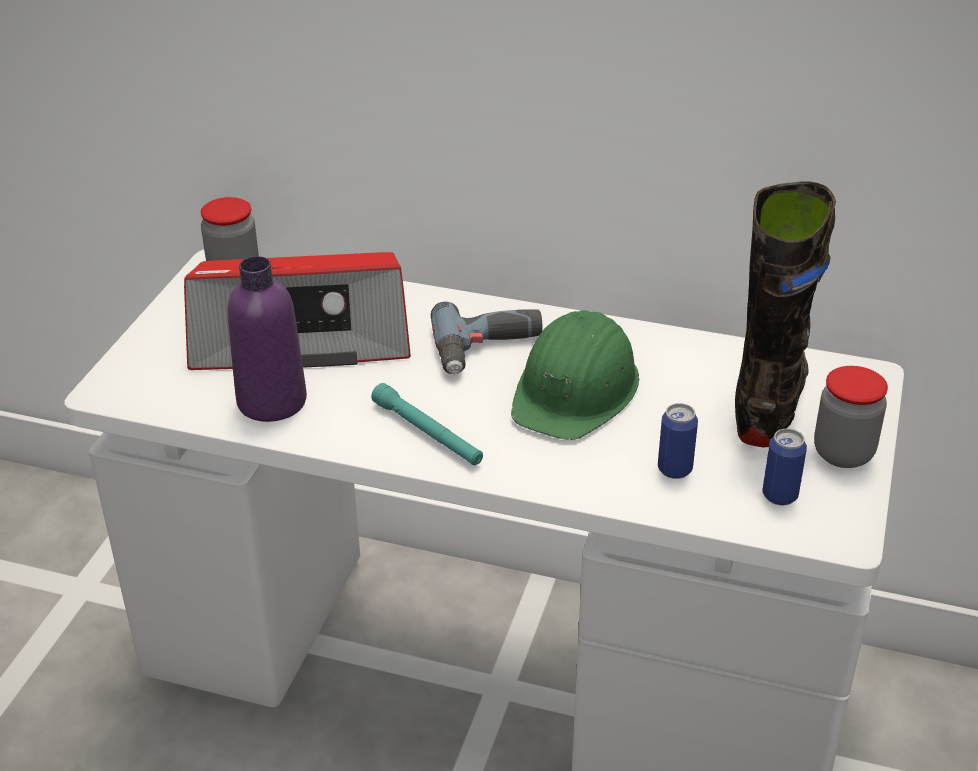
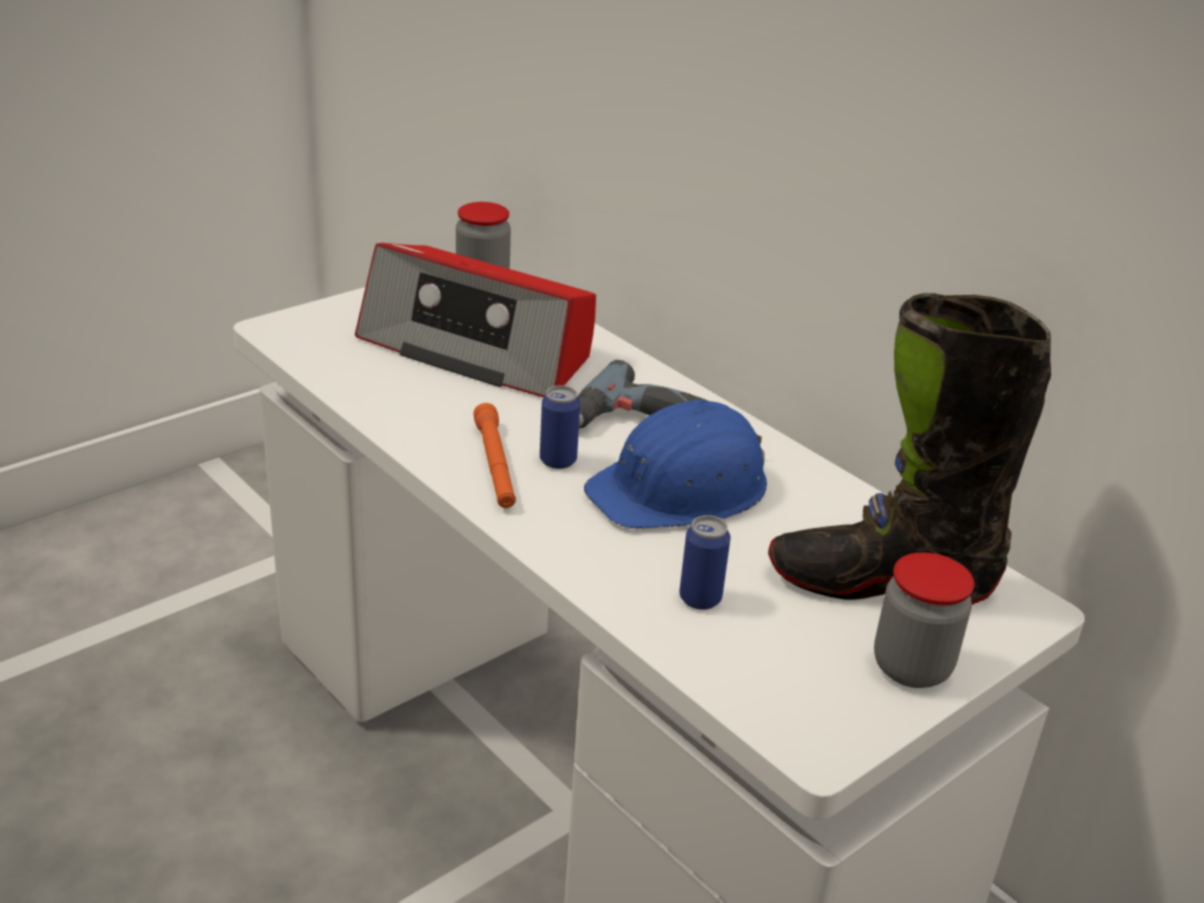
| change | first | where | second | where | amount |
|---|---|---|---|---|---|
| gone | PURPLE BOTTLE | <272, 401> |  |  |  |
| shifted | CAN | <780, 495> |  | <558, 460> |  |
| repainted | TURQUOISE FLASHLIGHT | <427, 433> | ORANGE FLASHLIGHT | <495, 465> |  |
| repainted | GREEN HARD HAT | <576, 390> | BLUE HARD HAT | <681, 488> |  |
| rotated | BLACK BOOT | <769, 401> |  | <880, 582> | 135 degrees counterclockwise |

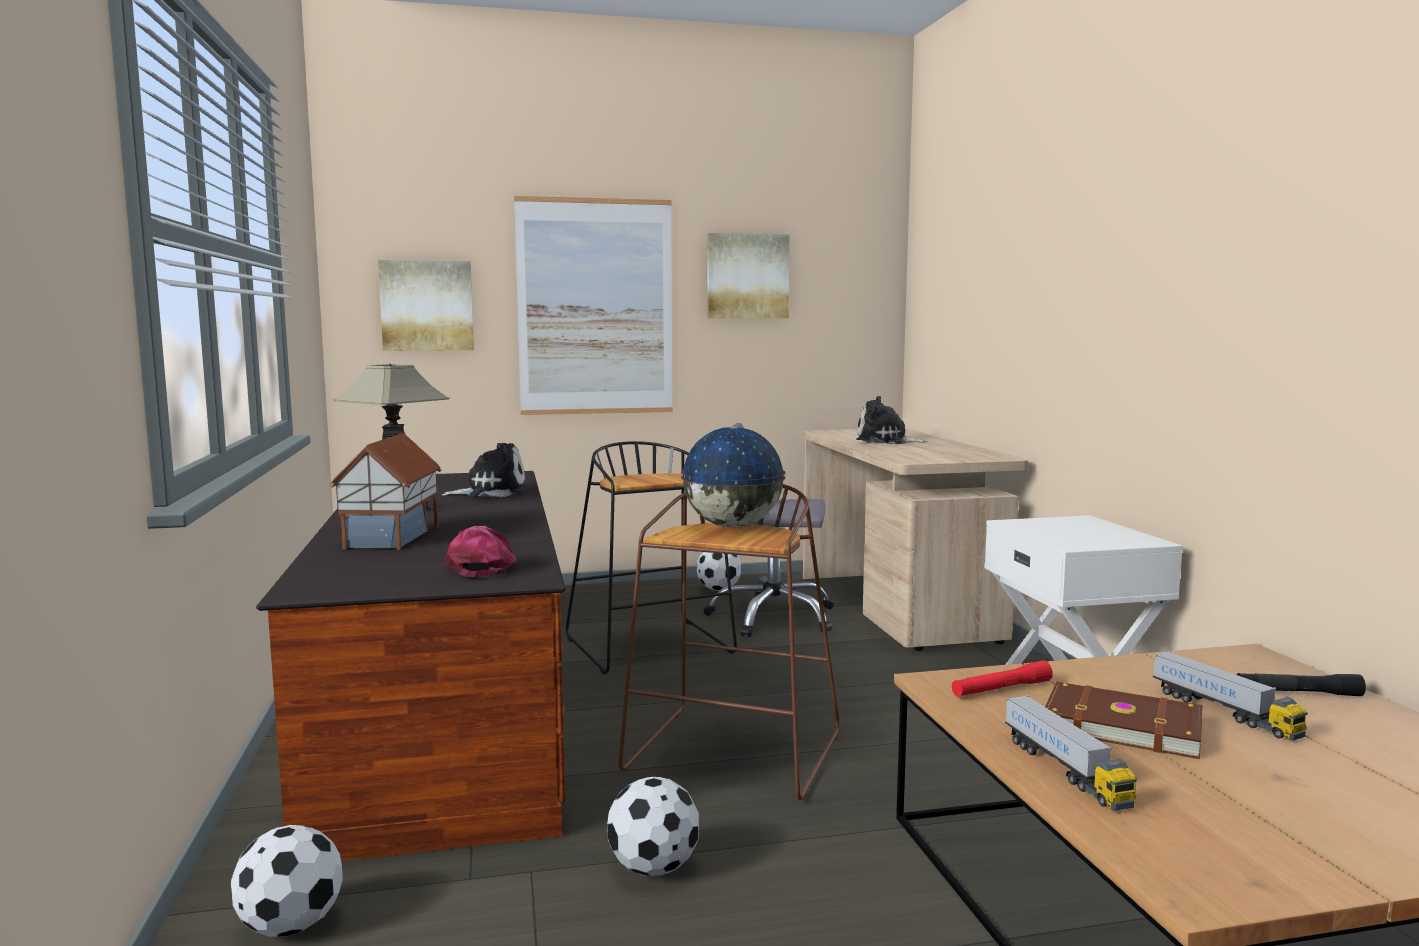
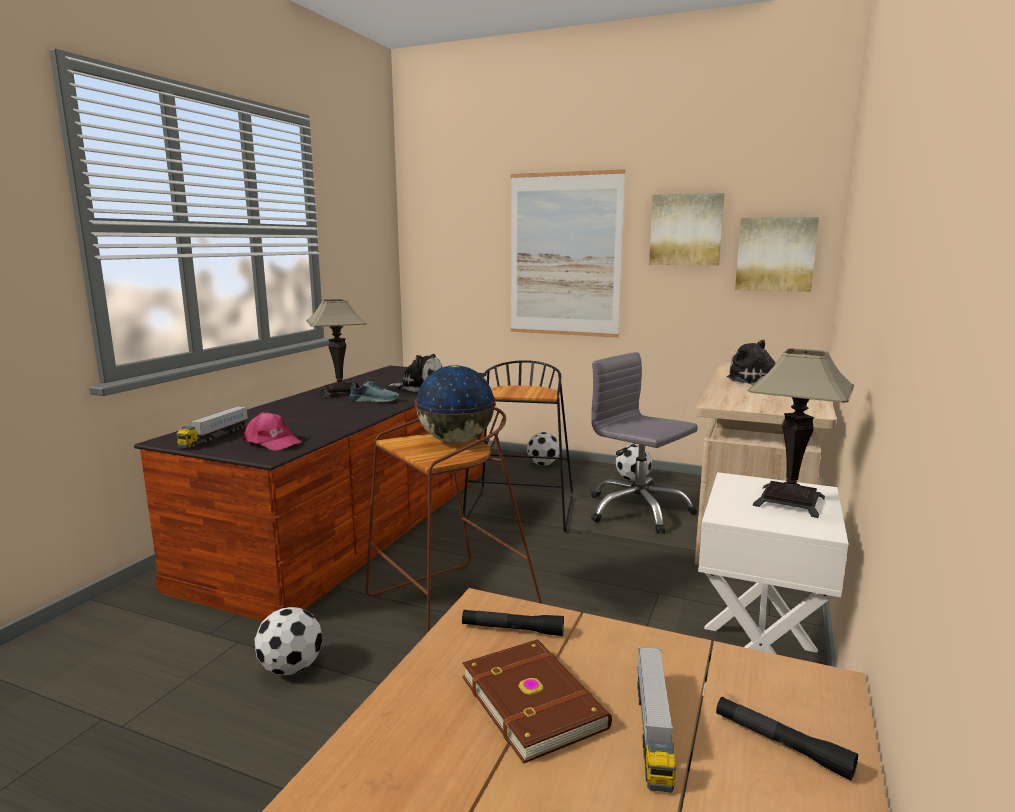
| change | first | where | second | where | amount |
|---|---|---|---|---|---|
| gone | TOY HOUSE | <394, 537> |  |  |  |
| new |  |  | SHOE | <374, 400> |  |
| new |  |  | TABLE LAMP | <788, 501> |  |
| shifted | FOOTBALL | <290, 927> |  | <543, 464> |  |
| shifted | PICTURE | <427, 305> |  | <775, 254> |  |
| shifted | TOY TRUCK | <1064, 770> |  | <215, 437> |  |
| repainted | RED FLASHLIGHT | <1001, 689> | BLACK FLASHLIGHT | <512, 629> |  |
| rotated | PINK CAP | <483, 566> |  | <272, 442> | 90 degrees clockwise |

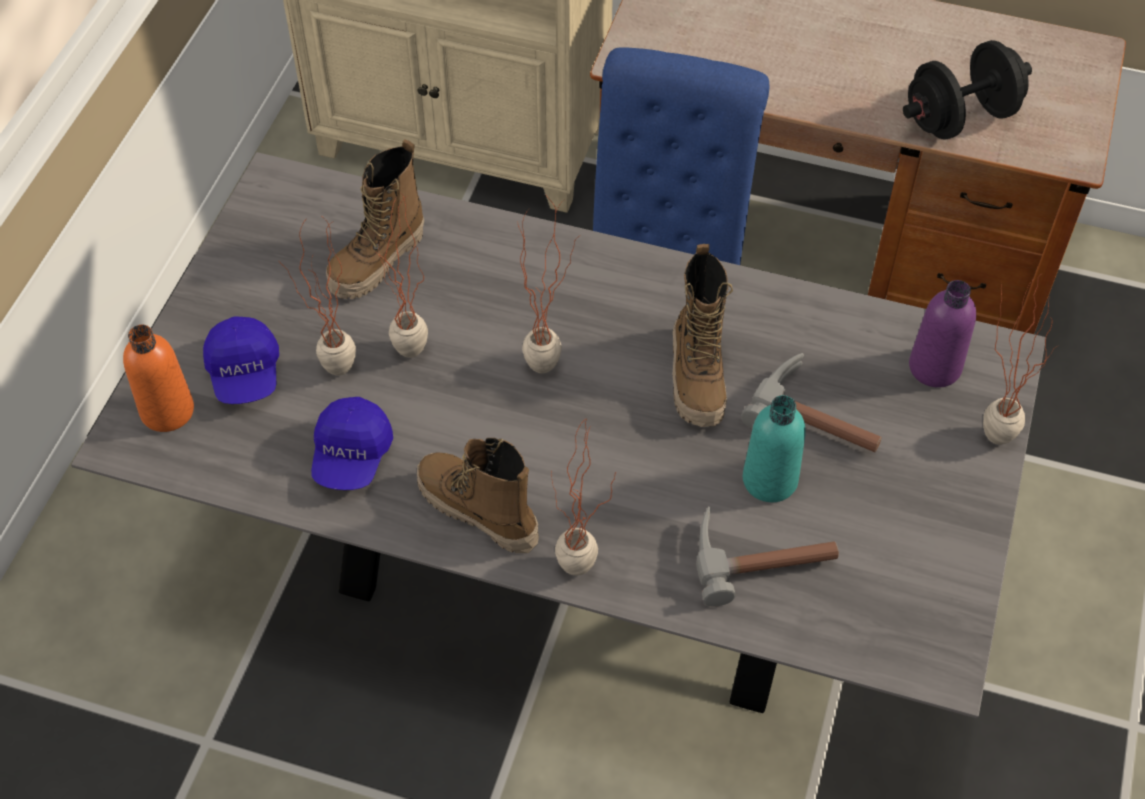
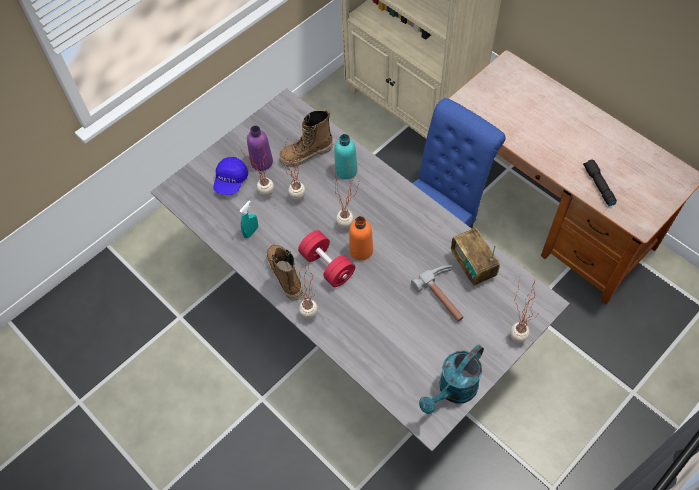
| change | first | where | second | where | amount |
|---|---|---|---|---|---|
| gone | BOOT | <698, 378> |  |  |  |
| gone | HAMMER | <761, 554> |  |  |  |
| new |  |  | RED DUMBBELL | <327, 265> |  |
| new |  |  | TURQUOISE WATERING CAN | <453, 391> |  |
| new |  |  | RADIO | <472, 266> |  |
| shifted | ORANGE BOTTLE | <167, 411> |  | <361, 250> |  |
| shifted | TURQUOISE BOTTLE | <770, 480> |  | <346, 170> |  |
| shifted | PURPLE BOTTLE | <934, 367> |  | <261, 162> |  |
| swapped | BLUE CAP | <351, 456> | TURQUOISE SPRAY BOTTLE | <251, 232> |  |
| swapped | BLACK DUMBBELL | <960, 118> | BLACK FLASHLIGHT | <598, 185> |  |

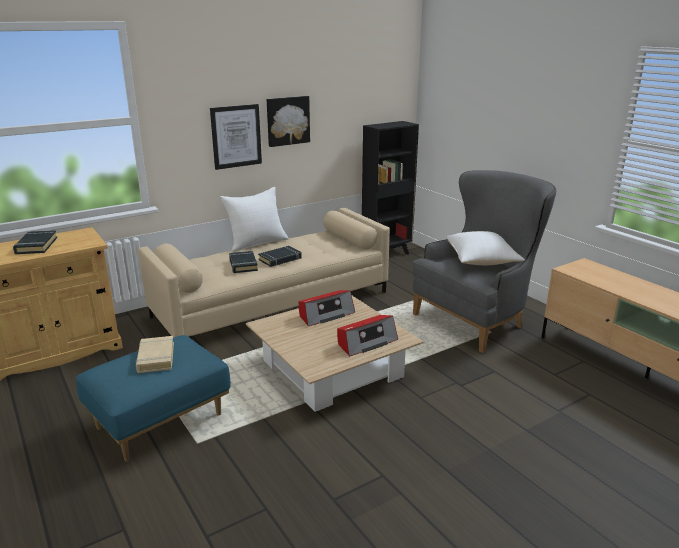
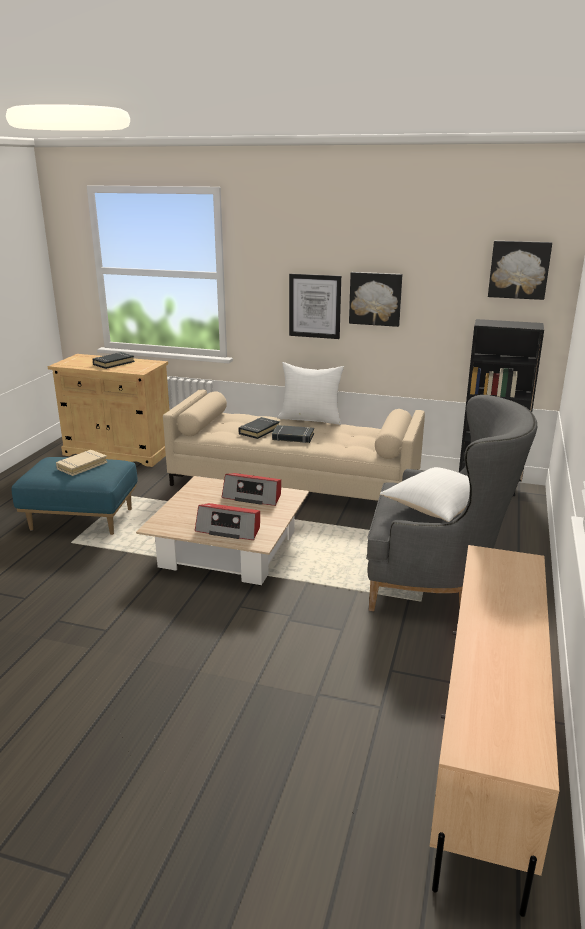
| change | first | where | second | where | amount |
|---|---|---|---|---|---|
| new |  |  | PICTURE | <519, 269> |  |

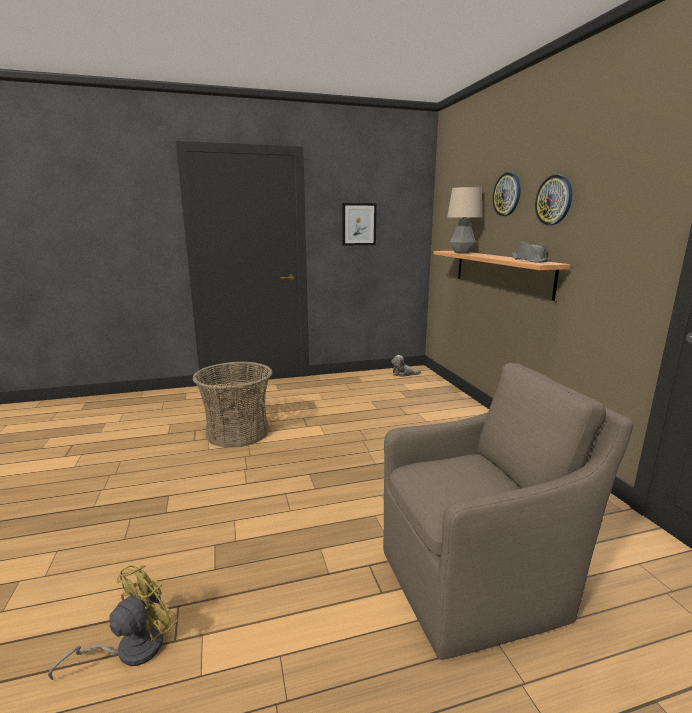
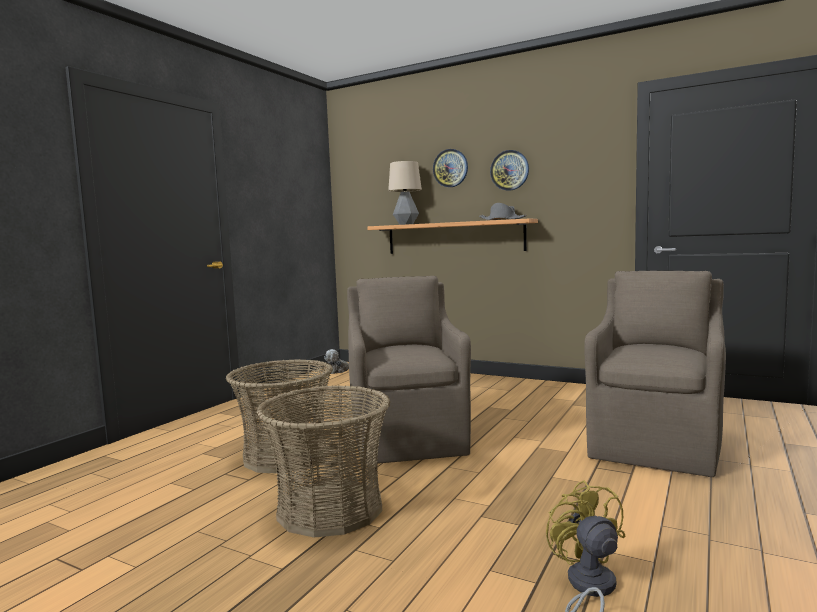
| change | first | where | second | where | amount |
|---|---|---|---|---|---|
| gone | PICTURE | <359, 224> |  |  |  |
| new |  |  | BASKET | <329, 509> |  |
| new |  |  | BROWN ARMCHAIR | <408, 438> |  |

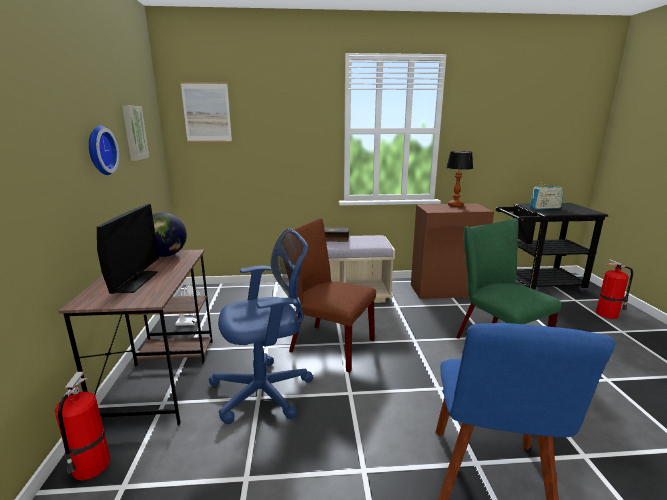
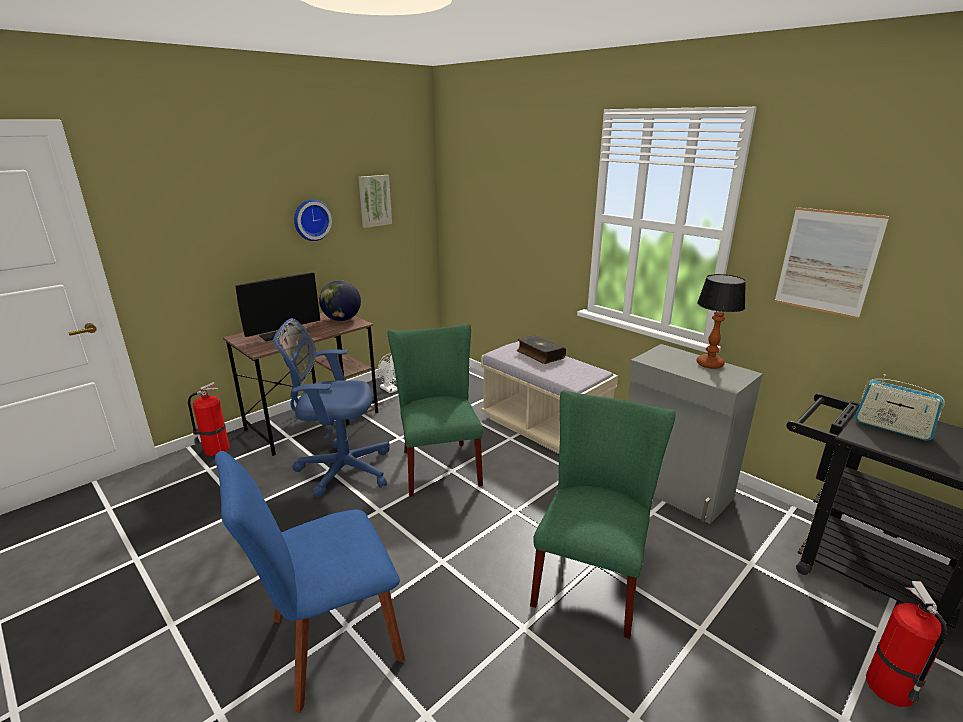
| change | first | where | second | where | amount |
|---|---|---|---|---|---|
| shifted | PICTURE | <207, 112> |  | <827, 262> |  |
| repainted | BROWN CHAIR | <326, 345> | GREEN CHAIR | <438, 464> |  |
| repainted | BROWN CABINET | <445, 291> | GREY CABINET | <674, 489> |  |
| rotated | BLUE OFFICE CHAIR | <266, 391> |  | <340, 469> | 150 degrees clockwise |

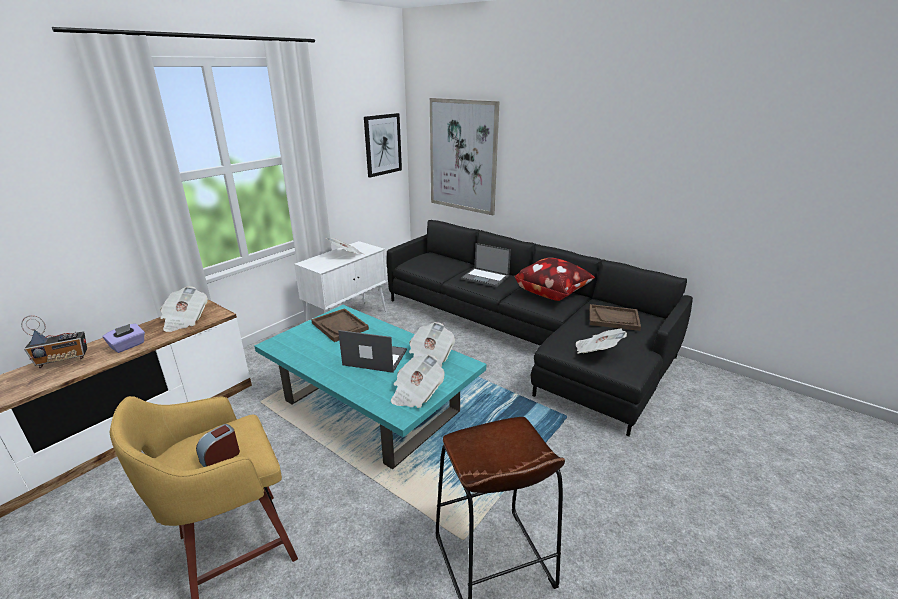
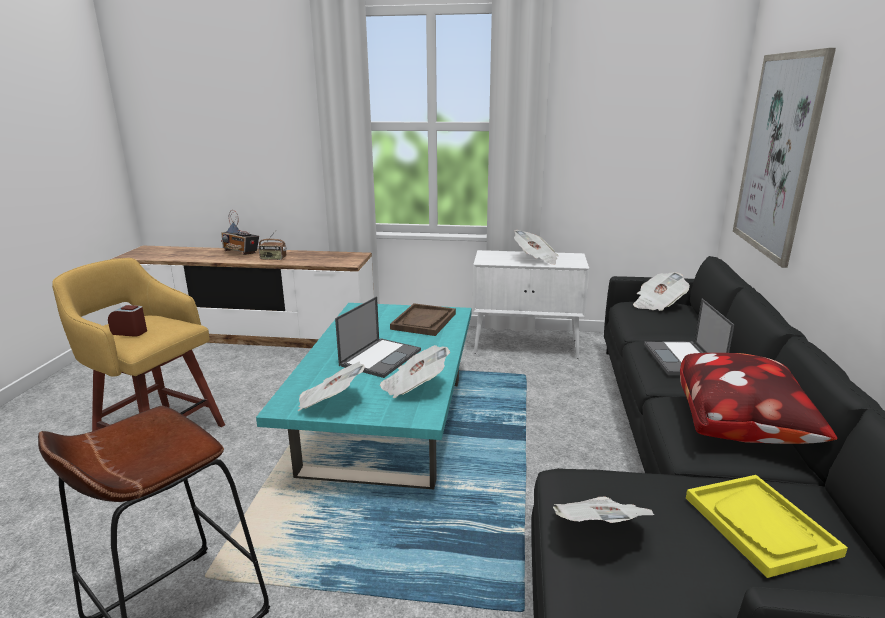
| change | first | where | second | where | amount |
|---|---|---|---|---|---|
| gone | PICTURE | <382, 144> |  |  |  |
| shifted | NEWSPAPER | <185, 320> |  | <657, 304> |  |
| swapped | PURPLE TISSUE BOX | <128, 346> | RADIO | <273, 259> |  |
| repainted | BROWN TRAY | <613, 319> | YELLOW TRAY | <760, 525> |  |
| rotated | LAPTOP | <374, 357> |  | <381, 357> | 45 degrees clockwise |

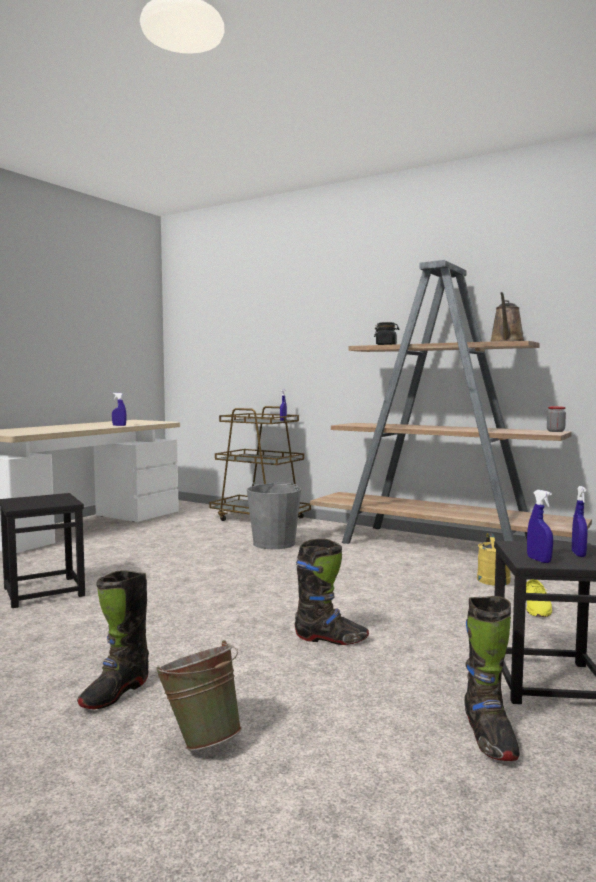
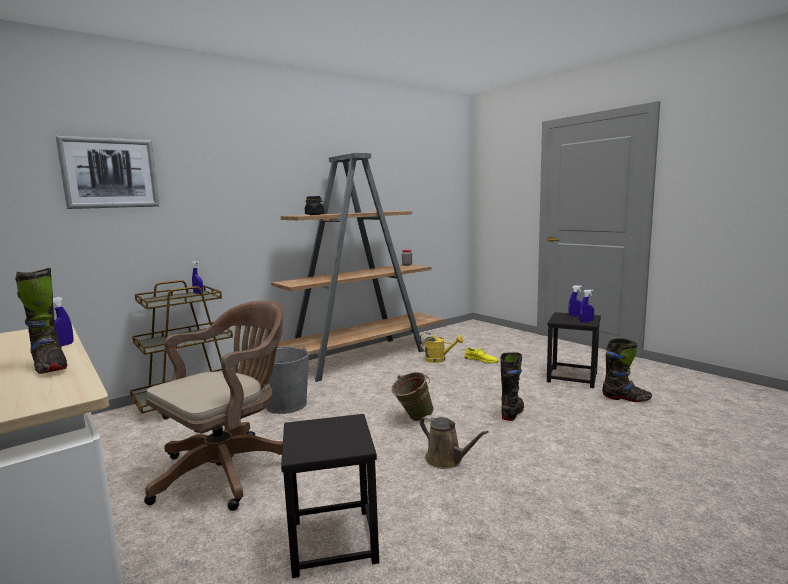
| change | first | where | second | where | amount |
|---|---|---|---|---|---|
| new |  |  | PICTURE | <110, 173> |  |
| new |  |  | BROWN OFFICE CHAIR | <229, 469> |  |
| shifted | BLACK BOOT | <115, 693> |  | <50, 367> |  |
| shifted | GREEN BUCKET | <201, 739> |  | <412, 419> |  |
| shifted | BROWN WATERING CAN | <506, 342> |  | <446, 460> |  |

